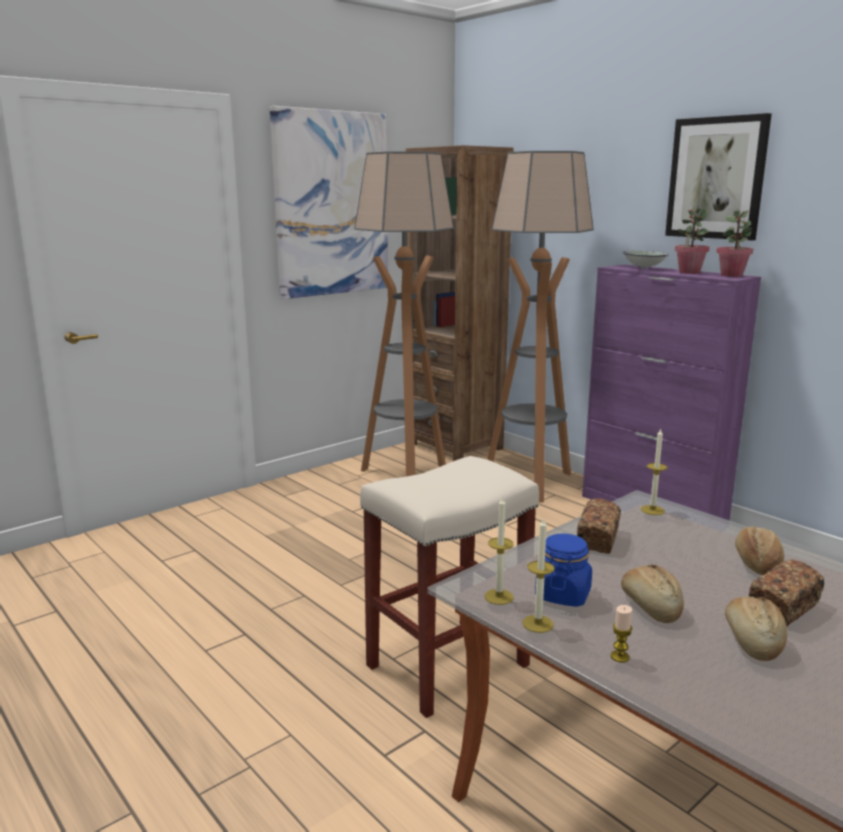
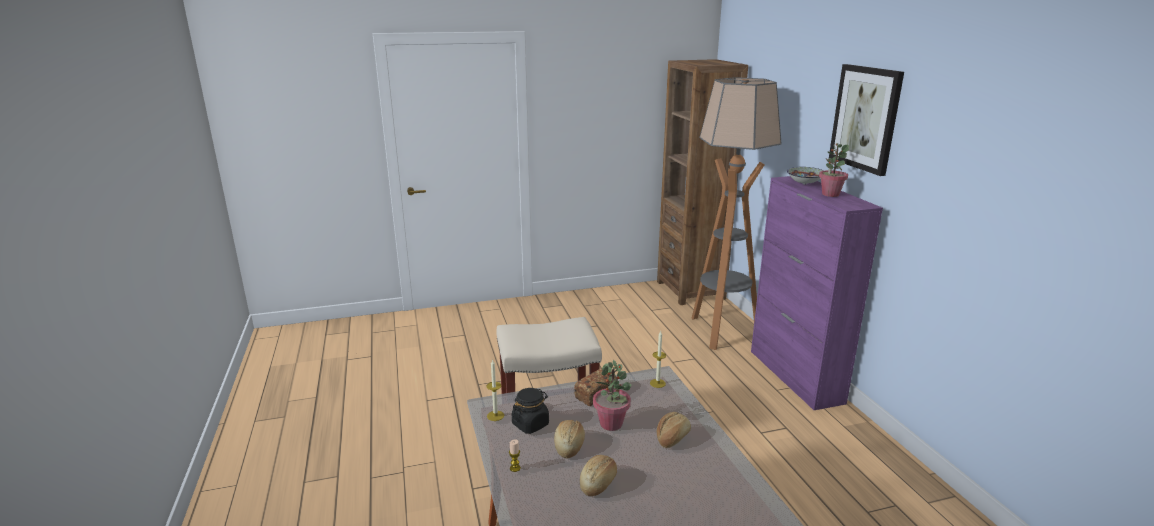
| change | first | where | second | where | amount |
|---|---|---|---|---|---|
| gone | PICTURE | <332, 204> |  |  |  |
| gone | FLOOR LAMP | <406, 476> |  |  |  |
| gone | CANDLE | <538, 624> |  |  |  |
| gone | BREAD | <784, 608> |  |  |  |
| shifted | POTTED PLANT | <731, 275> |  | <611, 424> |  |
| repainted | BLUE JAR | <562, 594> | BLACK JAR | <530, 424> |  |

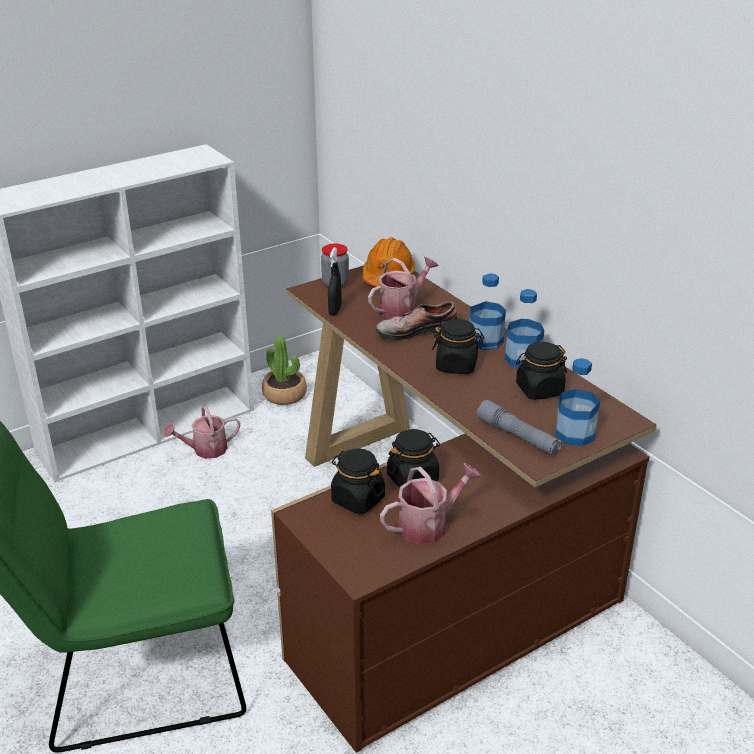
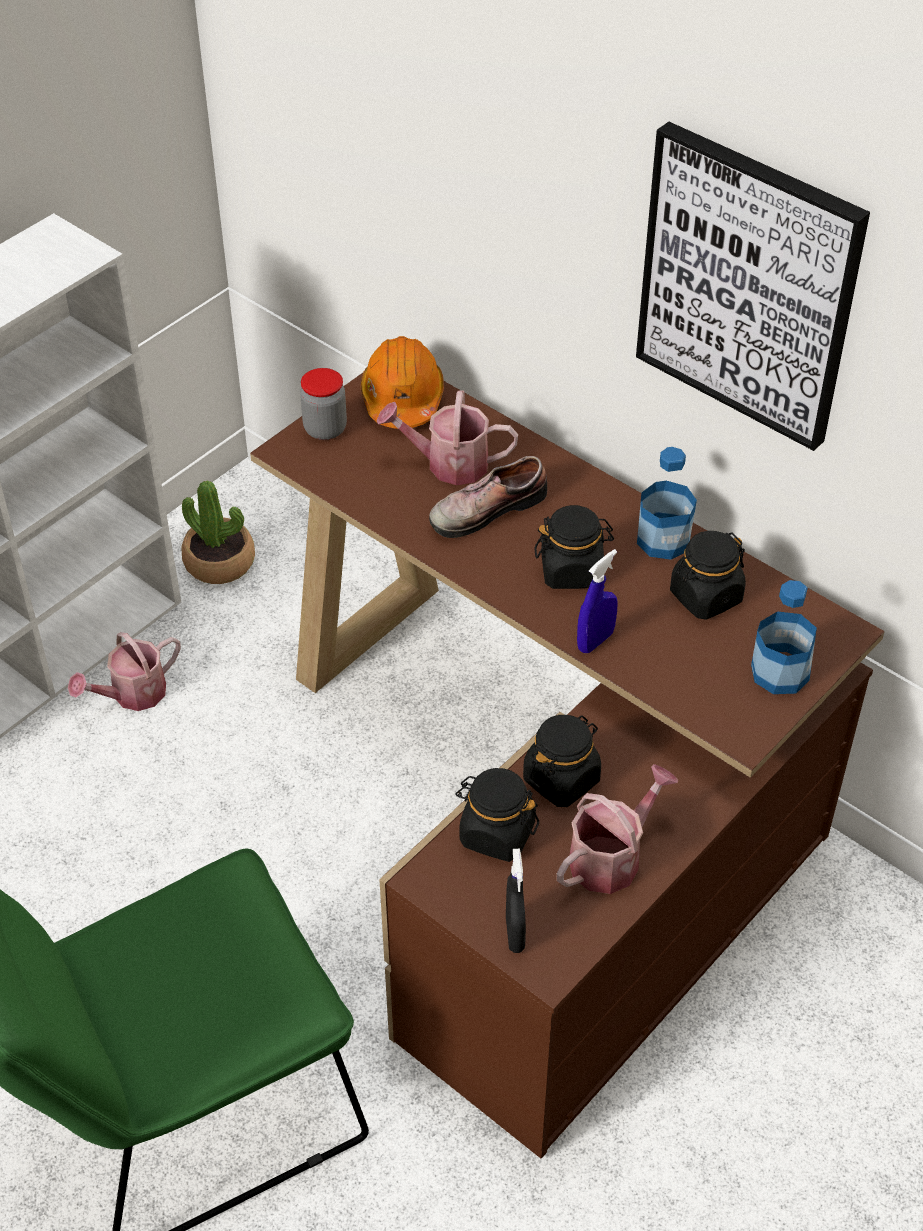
| change | first | where | second | where | amount |
|---|---|---|---|---|---|
| gone | BOTTLE | <485, 341> |  |  |  |
| gone | GREY FLASHLIGHT | <518, 436> |  |  |  |
| new |  |  | BLUE SPRAY BOTTLE | <595, 641> |  |
| new |  |  | PICTURE | <748, 286> |  |
| shifted | BLACK SPRAY BOTTLE | <335, 311> |  | <515, 934> |  |
| rotated | WATERING CAN | <402, 308> |  | <448, 464> | 120 degrees counterclockwise |

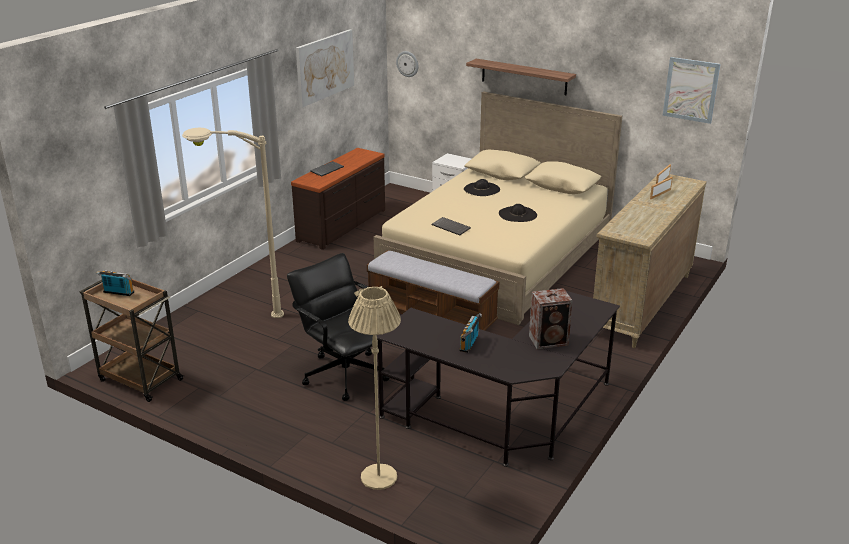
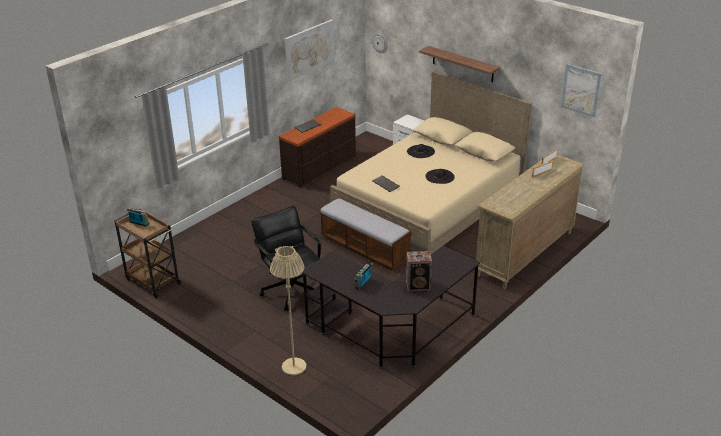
| change | first | where | second | where | amount |
|---|---|---|---|---|---|
| gone | BEIGE FLOOR LAMP | <236, 316> |  |  |  |

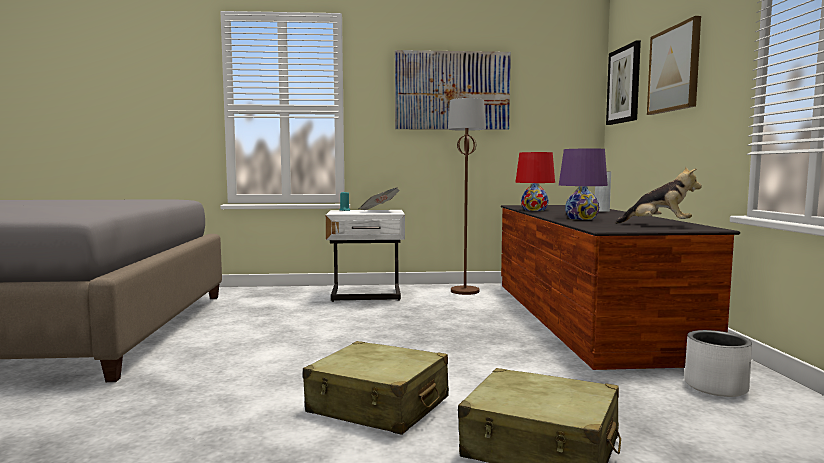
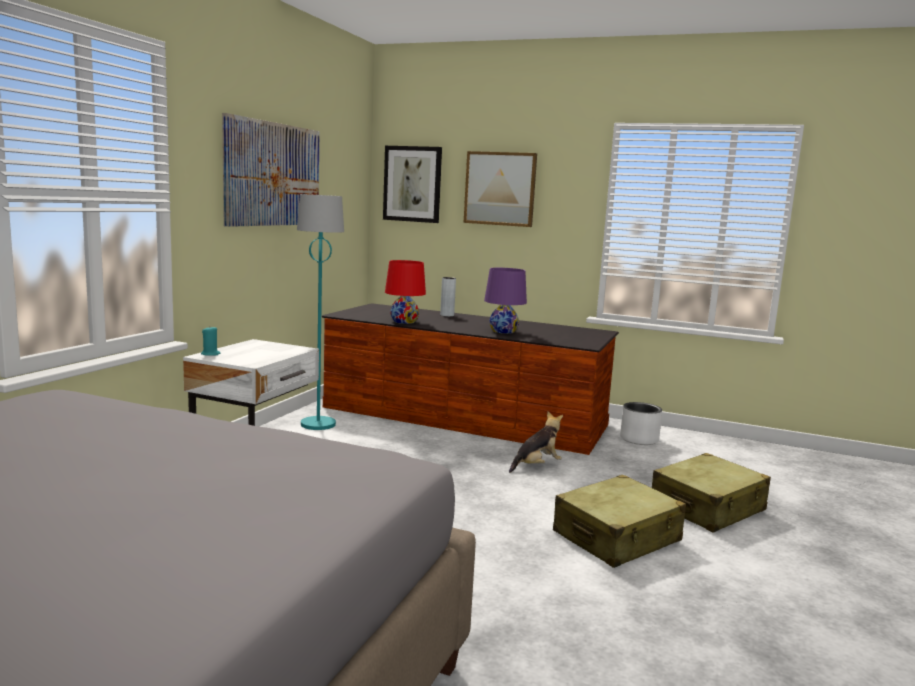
| change | first | where | second | where | amount |
|---|---|---|---|---|---|
| gone | NEWSPAPER | <378, 211> |  |  |  |
| shifted | PLUSH TOY | <658, 225> |  | <536, 466> |  |
| repainted | BROWN FLOOR LAMP | <464, 291> | TURQUOISE FLOOR LAMP | <317, 424> |  |

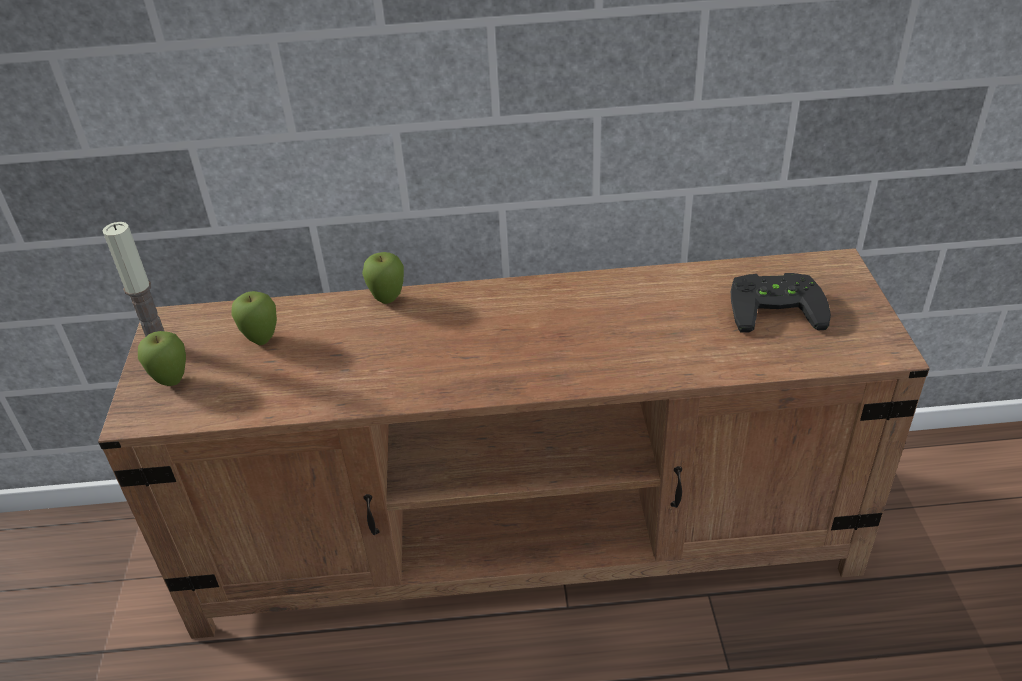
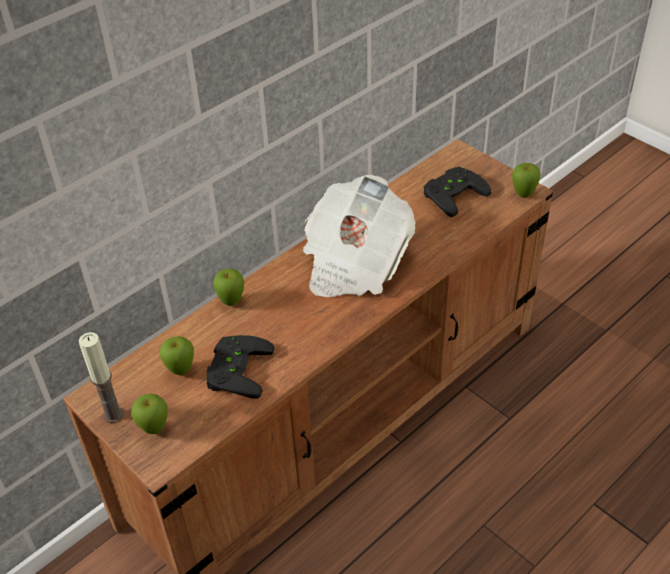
| change | first | where | second | where | amount |
|---|---|---|---|---|---|
| new |  |  | BLACK GAME CONTROLLER | <235, 369> |  |
| new |  |  | NEWSPAPER | <354, 262> |  |
| new |  |  | APPLE | <523, 194> |  |

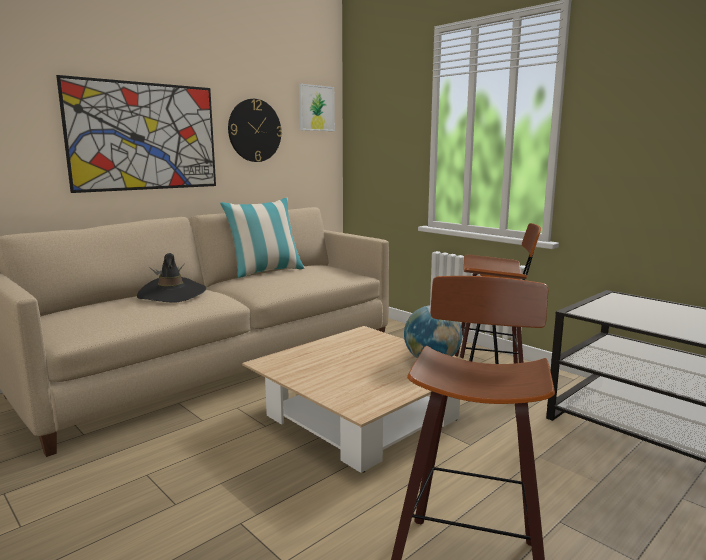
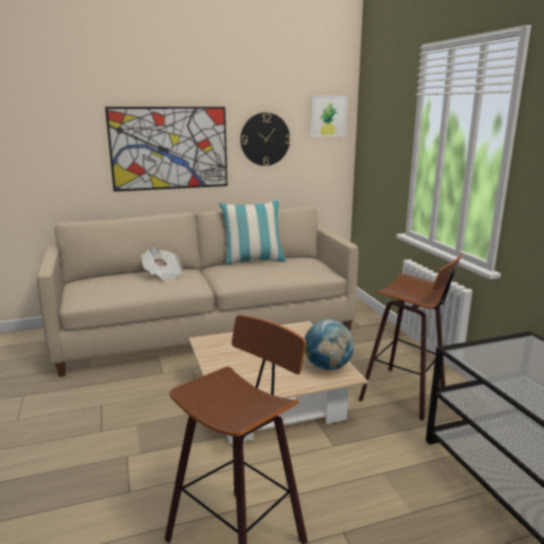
| change | first | where | second | where | amount |
|---|---|---|---|---|---|
| swapped | BLACK HAT | <172, 294> | NEWSPAPER | <163, 275> |  |

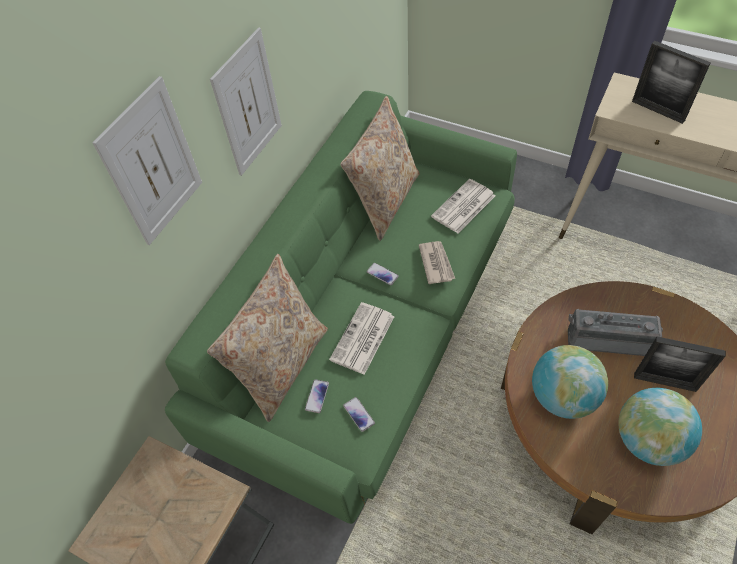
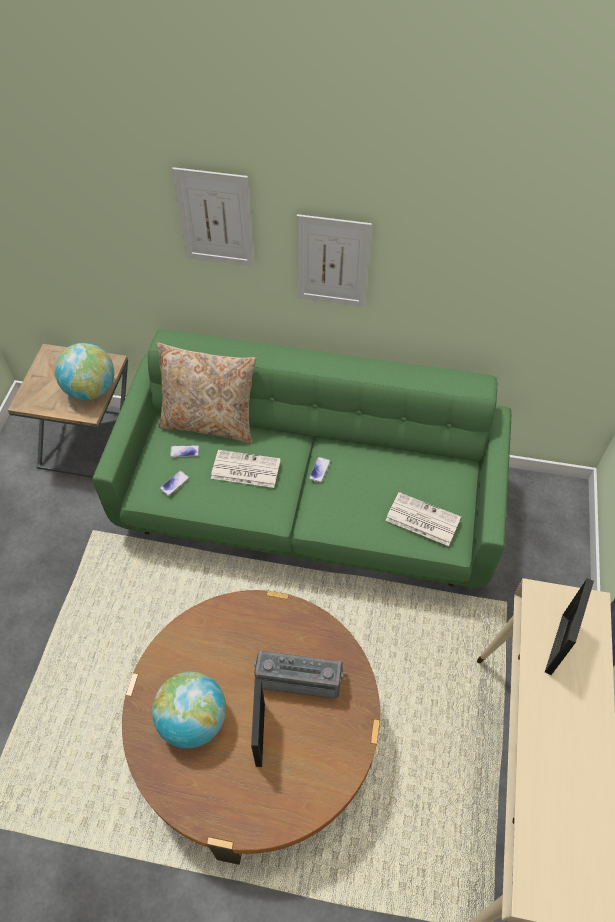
| change | first | where | second | where | amount |
|---|---|---|---|---|---|
| gone | BEIGE PILLOW | <385, 200> |  |  |  |
| gone | NEWSPAPER | <436, 263> |  |  |  |
| shifted | GLOBE | <562, 397> |  | <91, 390> |  |
| rotated | RADIO | <608, 338> |  | <299, 677> | 75 degrees counterclockwise |

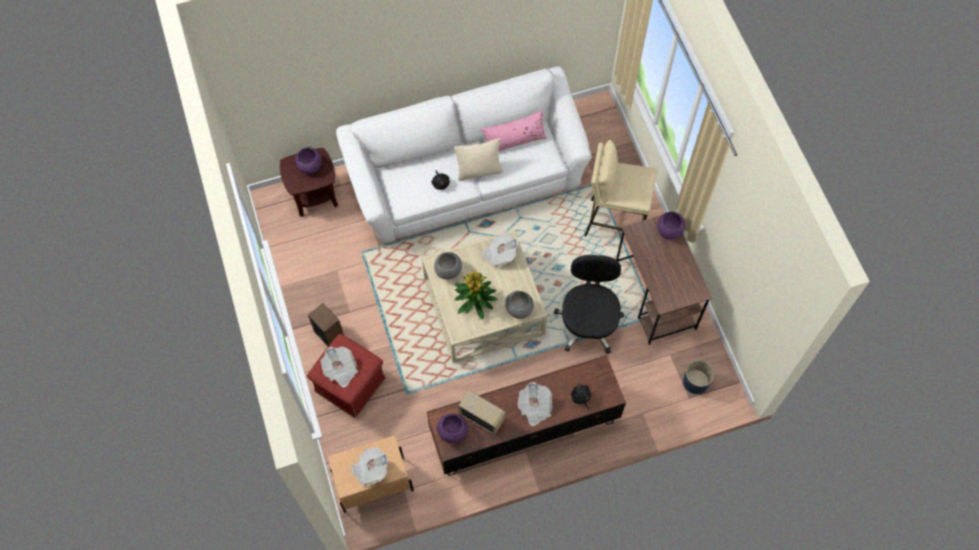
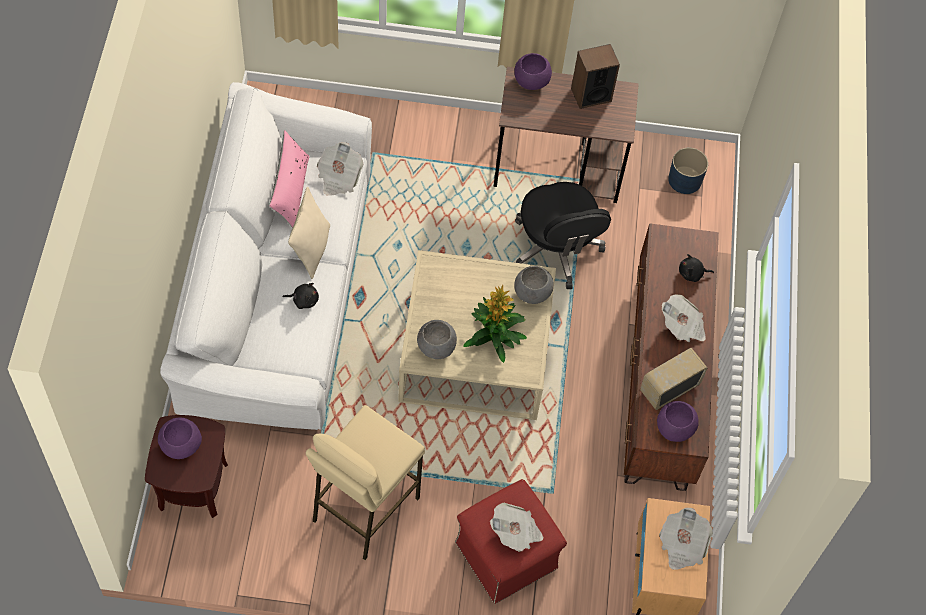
| change | first | where | second | where | amount |
|---|---|---|---|---|---|
| shifted | SPEAKER | <329, 334> |  | <591, 95> |  |
| shifted | NEWSPAPER | <499, 254> |  | <338, 177> |  |
| shifted | BEIGE STOOL | <614, 222> |  | <364, 509> |  |
| rotated | BLACK OFFICE CHAIR | <588, 322> |  | <556, 250> | 135 degrees counterclockwise |

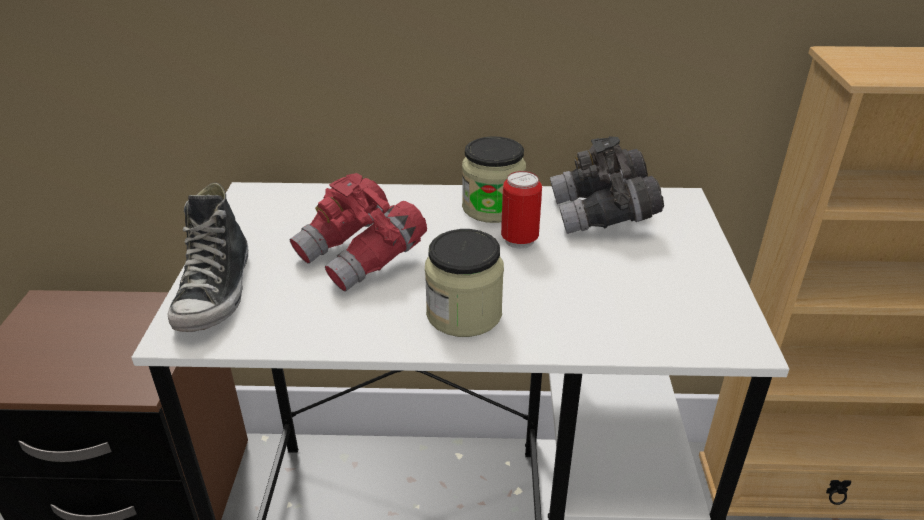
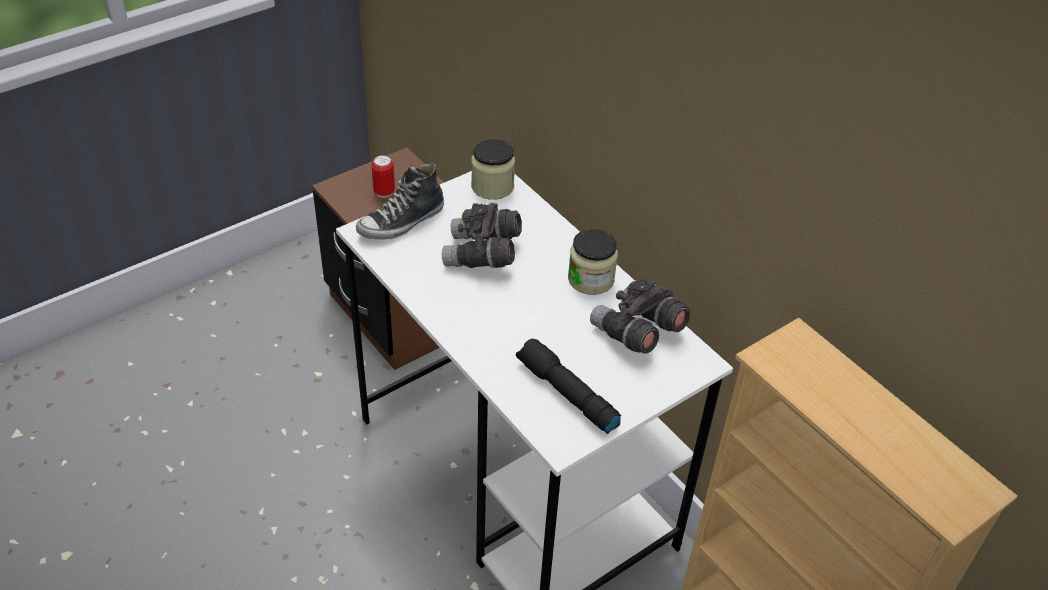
| change | first | where | second | where | amount |
|---|---|---|---|---|---|
| new |  |  | BLACK FLASHLIGHT | <565, 394> |  |
| shifted | JAR | <464, 314> |  | <492, 186> |  |
| shifted | CAN | <519, 240> |  | <384, 192> |  |
| repainted | RED BINOCULARS | <361, 257> | GREY BINOCULARS | <482, 255> |  |

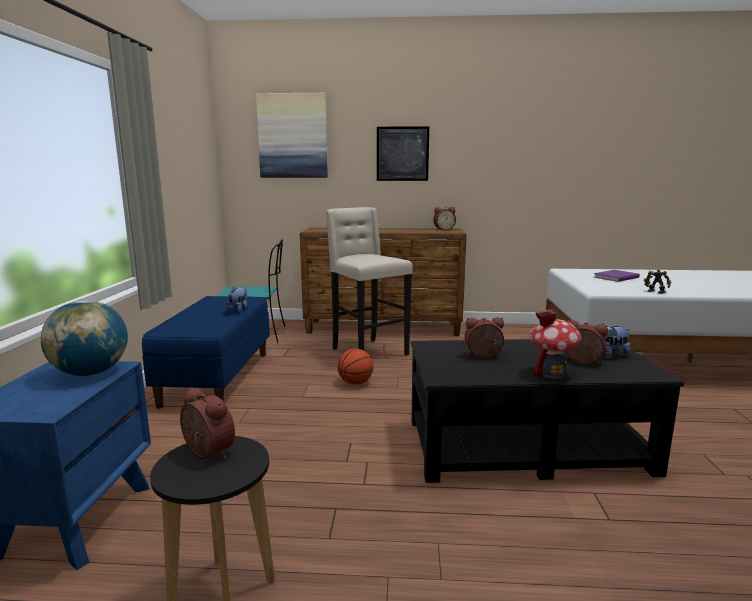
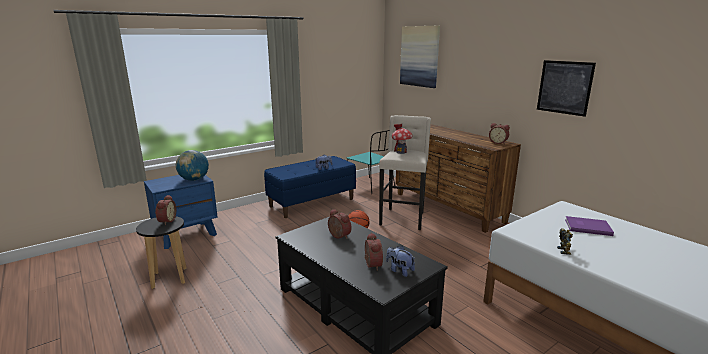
| change | first | where | second | where | amount |
|---|---|---|---|---|---|
| shifted | PICTURE | <402, 154> |  | <564, 87> |  |
| shifted | TOY HOUSE | <551, 373> |  | <401, 152> |  |

